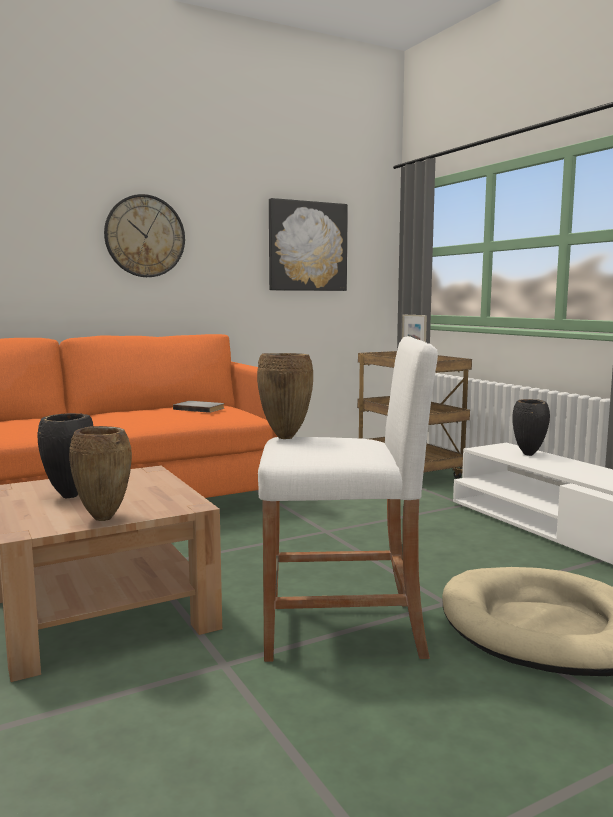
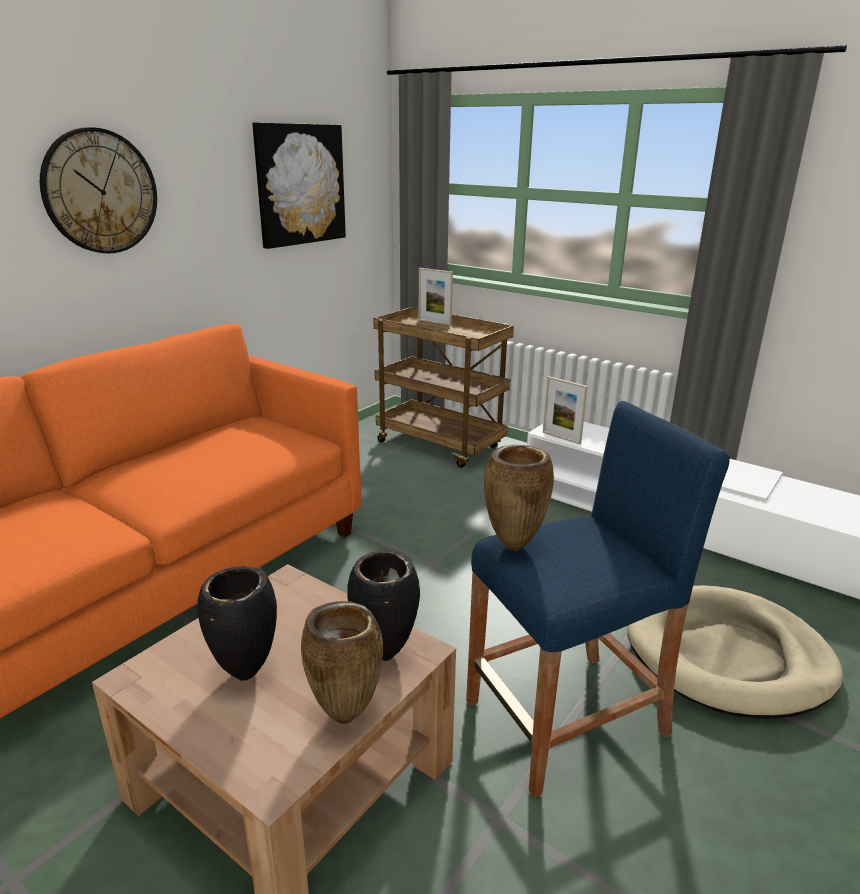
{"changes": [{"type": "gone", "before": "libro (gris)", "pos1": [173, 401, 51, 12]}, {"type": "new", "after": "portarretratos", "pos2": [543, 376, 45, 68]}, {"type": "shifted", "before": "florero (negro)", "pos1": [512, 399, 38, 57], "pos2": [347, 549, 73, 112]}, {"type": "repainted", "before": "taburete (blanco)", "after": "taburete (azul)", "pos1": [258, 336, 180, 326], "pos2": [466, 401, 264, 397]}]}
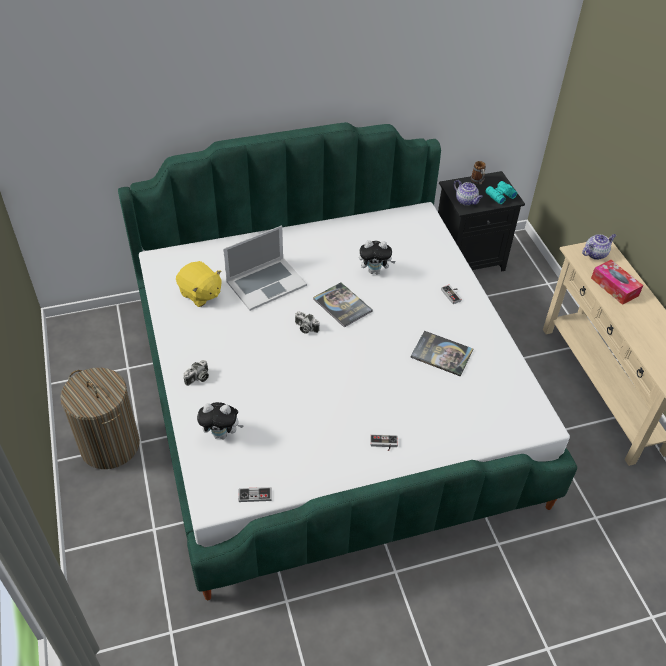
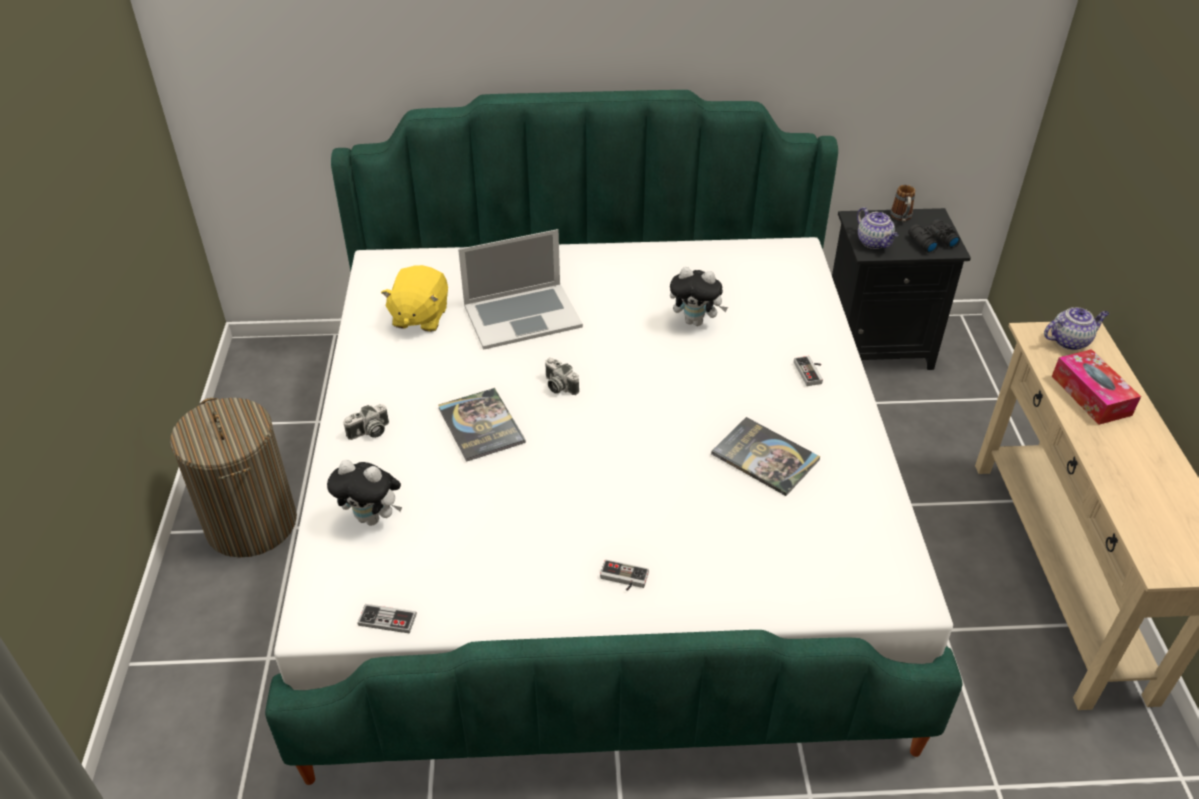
{"changes": [{"type": "shifted", "before": "libro", "pos1": [313, 282, 60, 46], "pos2": [438, 388, 88, 74]}, {"type": "repainted", "before": "prismáticos (turquesa)", "after": "prismáticos (negro)", "pos1": [485, 181, 32, 23], "pos2": [908, 219, 52, 34]}, {"type": "rotated", "before": "peluche (amarillo)", "pos1": [176, 261, 45, 46], "pos2": [381, 265, 67, 67], "turn": 45}]}
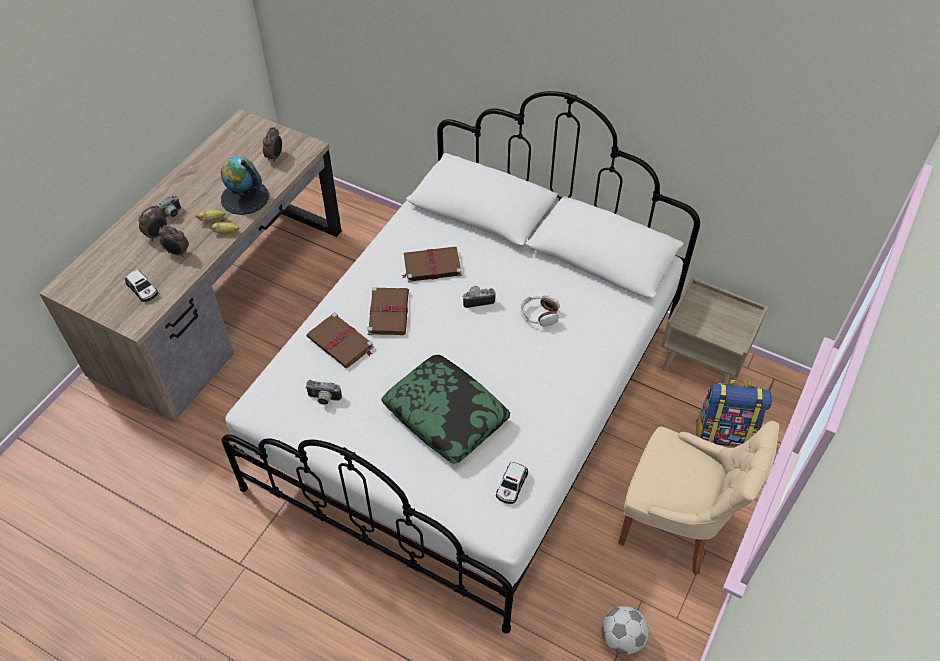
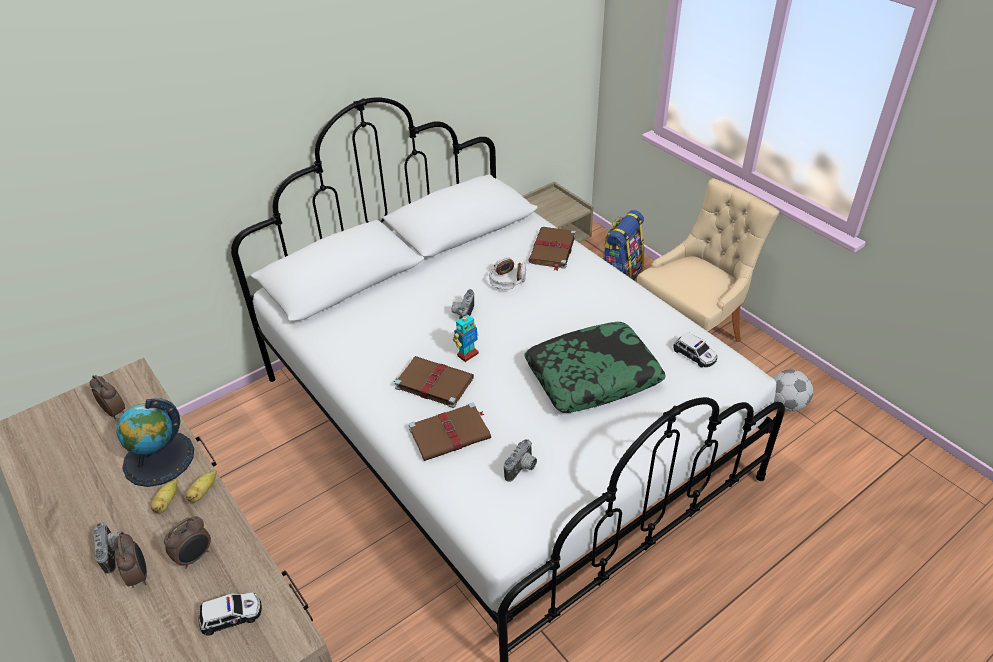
{"changes": [{"type": "new", "after": "robot de juguete", "pos2": [453, 314, 26, 48]}, {"type": "shifted", "before": "libro (marrón)", "pos1": [402, 247, 60, 35], "pos2": [528, 227, 48, 44]}]}
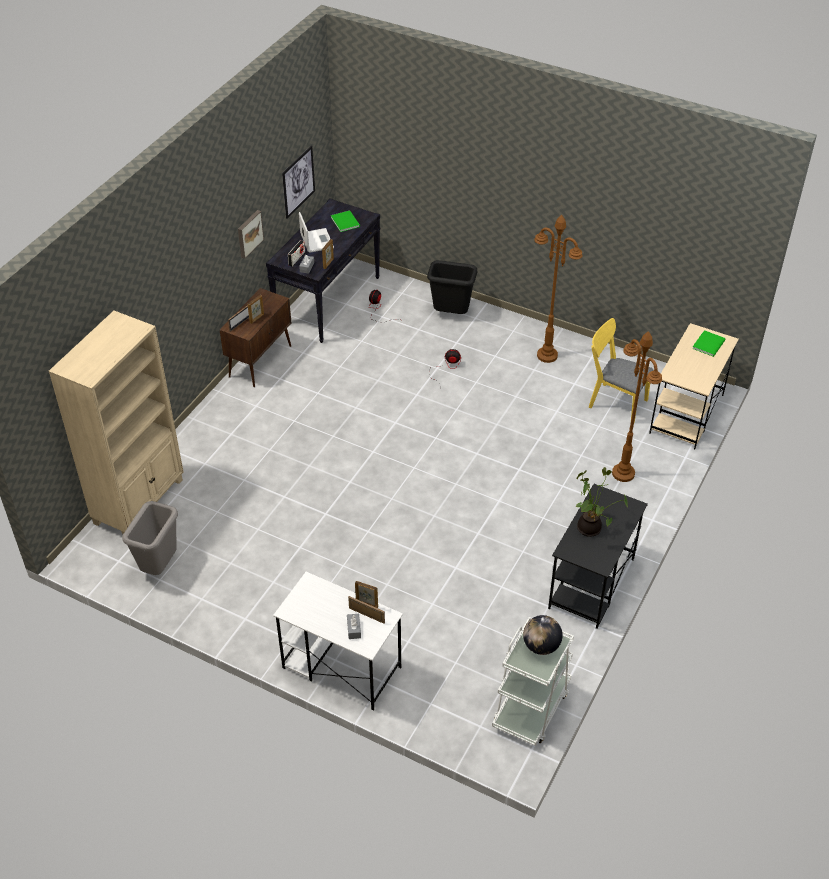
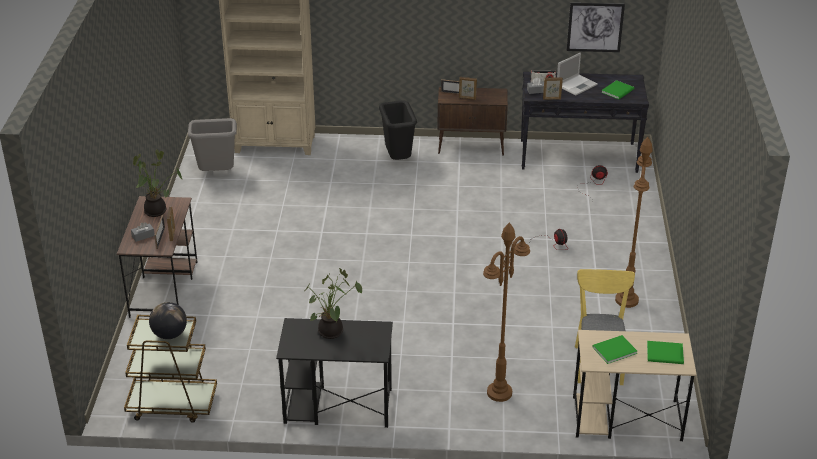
{"changes": [{"type": "gone", "before": "cuadro", "pos1": [238, 210, 26, 49]}, {"type": "new", "after": "planta en maceta", "pos2": [133, 149, 49, 68]}, {"type": "new", "after": "libro (verde)", "pos2": [592, 335, 45, 29]}, {"type": "shifted", "before": "papelera (negro)", "pos1": [427, 260, 50, 54], "pos2": [379, 100, 38, 60]}, {"type": "repainted", "before": "escritorio (blanco)", "after": "escritorio (marrón)", "pos1": [273, 572, 130, 139], "pos2": [117, 196, 81, 122]}, {"type": "repainted", "before": "carrito (blanco)", "after": "carrito (marrón)", "pos1": [492, 617, 82, 129], "pos2": [124, 315, 93, 108]}]}
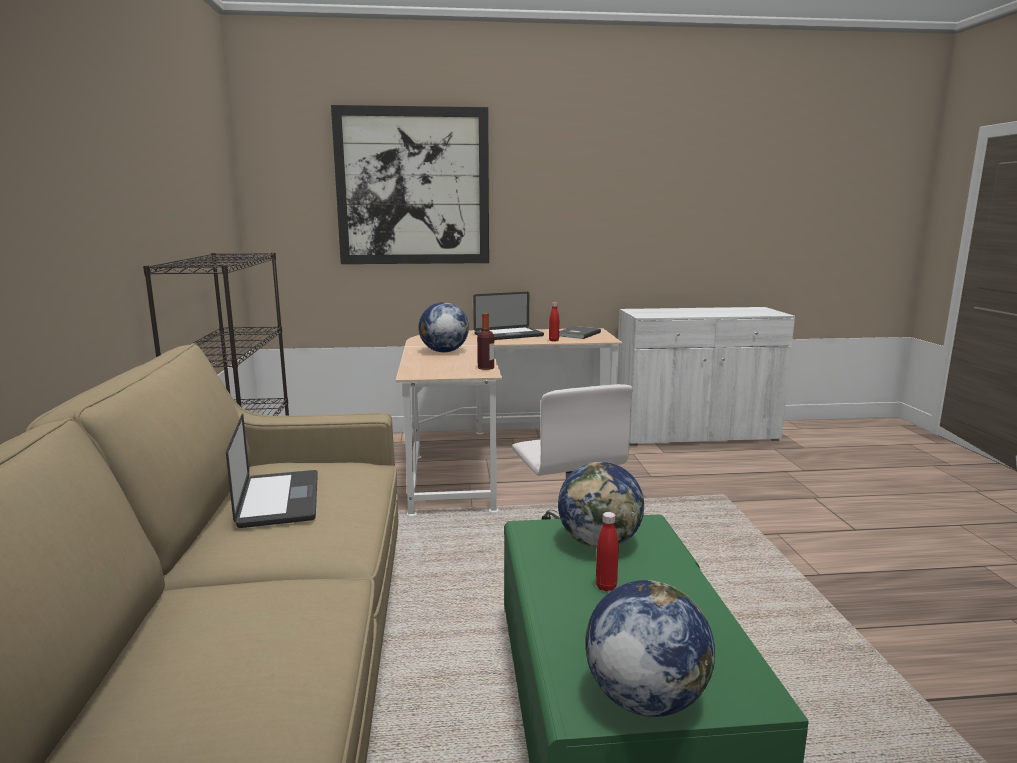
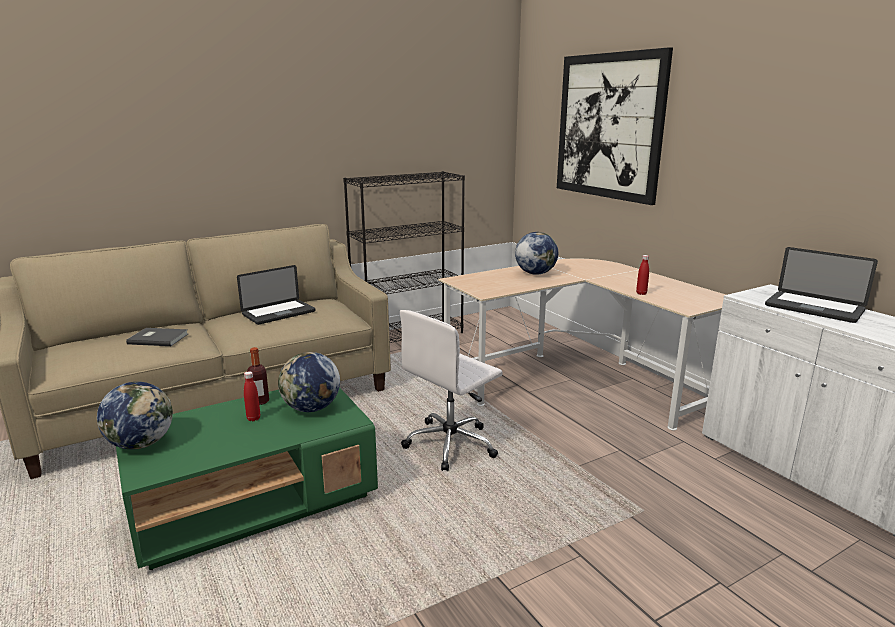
{"changes": [{"type": "shifted", "before": "portátil", "pos1": [473, 292, 71, 48], "pos2": [765, 247, 113, 76]}, {"type": "shifted", "before": "botella", "pos1": [477, 313, 17, 57], "pos2": [247, 347, 22, 58]}, {"type": "shifted", "before": "libro (gris)", "pos1": [559, 326, 42, 13], "pos2": [126, 328, 62, 18]}]}
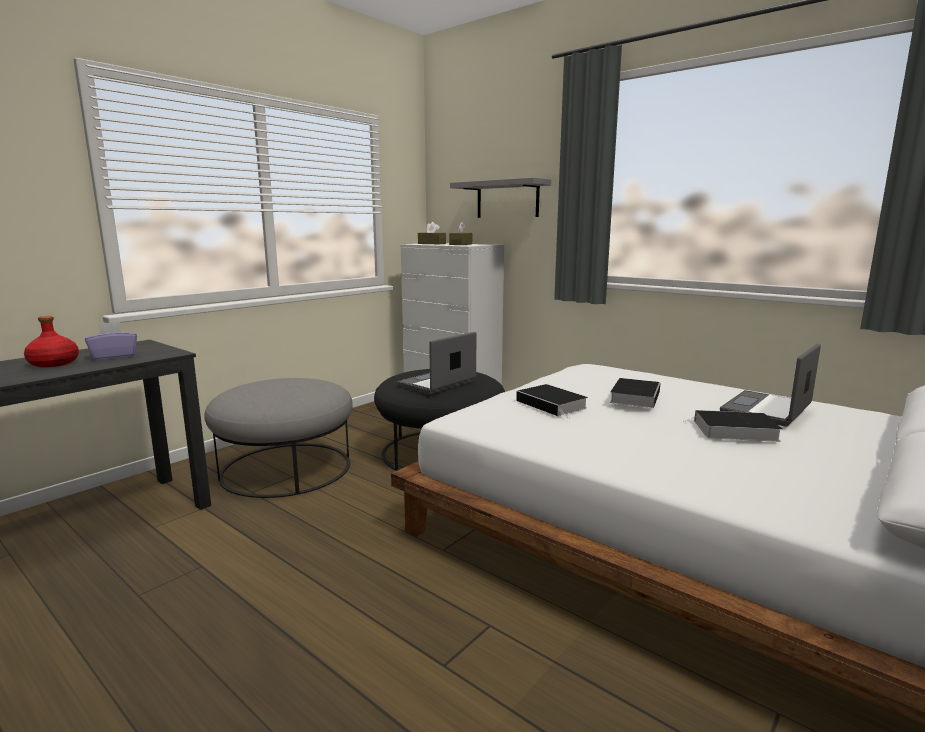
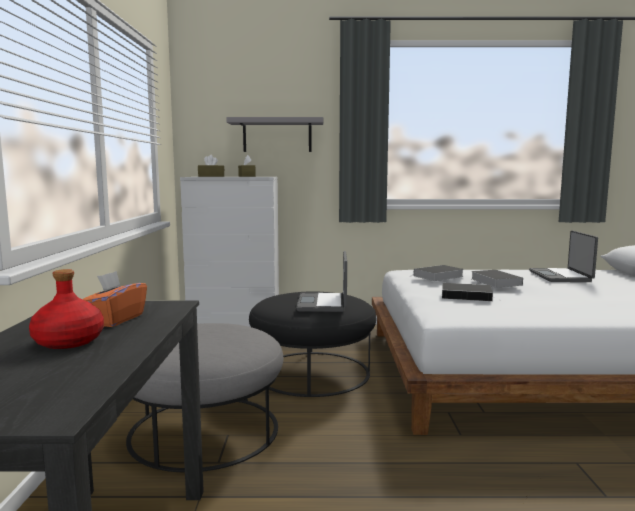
{"changes": [{"type": "shifted", "before": "libro", "pos1": [683, 410, 99, 32], "pos2": [410, 265, 54, 16]}, {"type": "repainted", "before": "caja de pañuelos (morado)", "after": "caja de pañuelos (naranja)", "pos1": [85, 322, 52, 38], "pos2": [83, 271, 64, 56]}]}
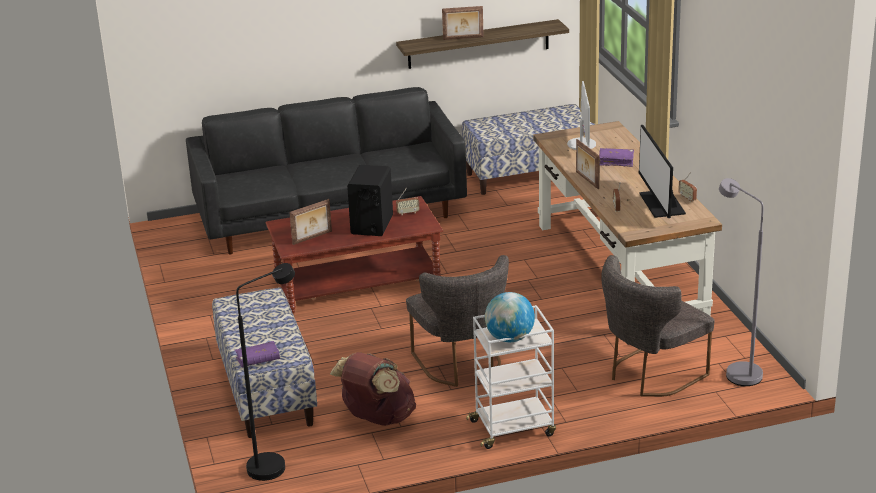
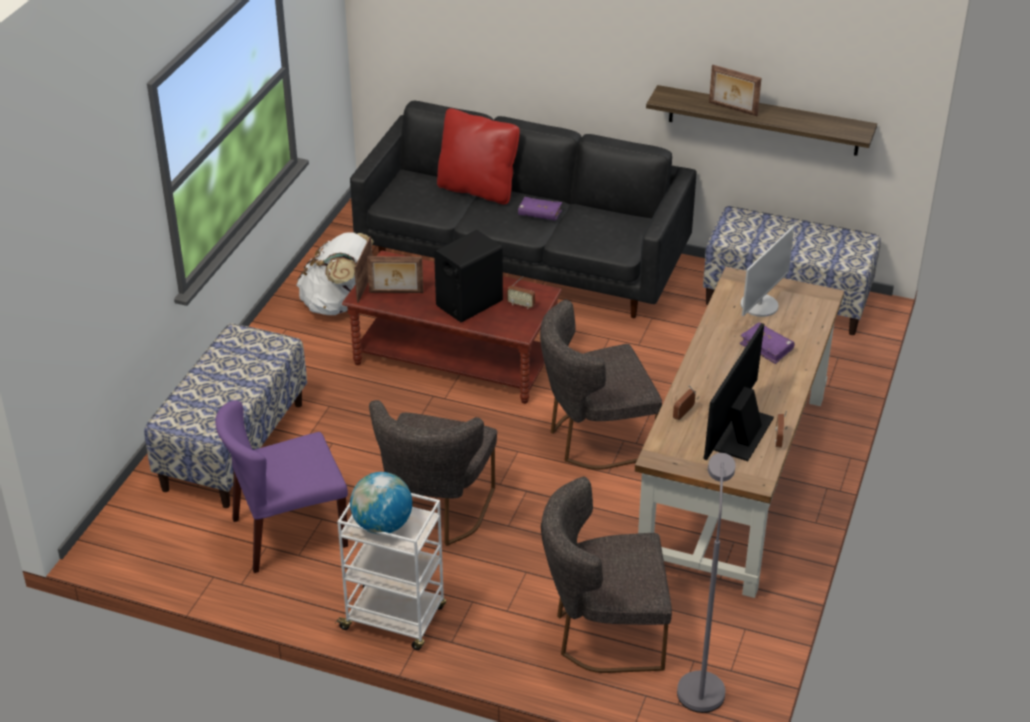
{"changes": [{"type": "gone", "before": "lámpara de pie (negro)", "pos1": [236, 263, 59, 218]}, {"type": "new", "after": "mochila (blanco)", "pos2": [296, 232, 78, 83]}, {"type": "new", "after": "cojín (rojo)", "pos2": [437, 108, 83, 96]}, {"type": "new", "after": "silla (gris)", "pos2": [540, 300, 122, 170]}, {"type": "shifted", "before": "libro (morado)", "pos1": [235, 341, 45, 26], "pos2": [518, 197, 44, 24]}, {"type": "shifted", "before": "portarretratos", "pos1": [576, 139, 24, 50], "pos2": [354, 236, 18, 67]}, {"type": "swapped", "before": "mochila (marrón)", "after": "silla (morado)", "pos1": [330, 352, 86, 74], "pos2": [215, 400, 133, 173]}]}
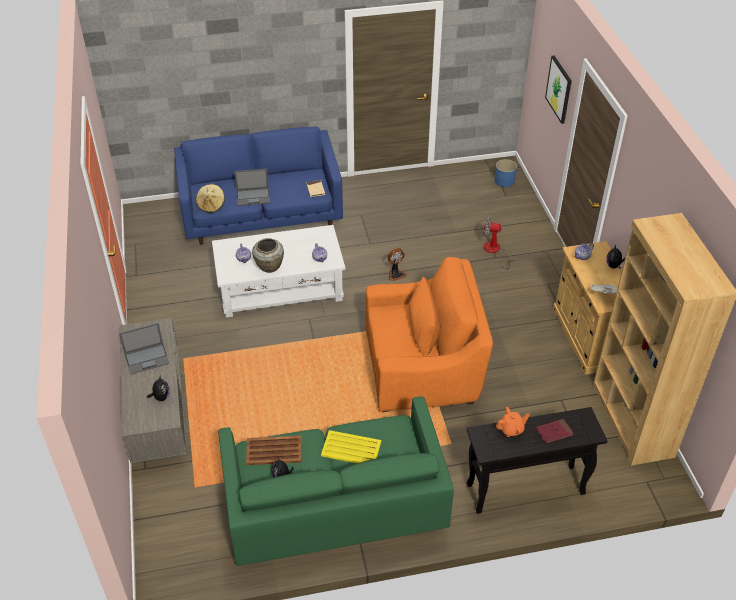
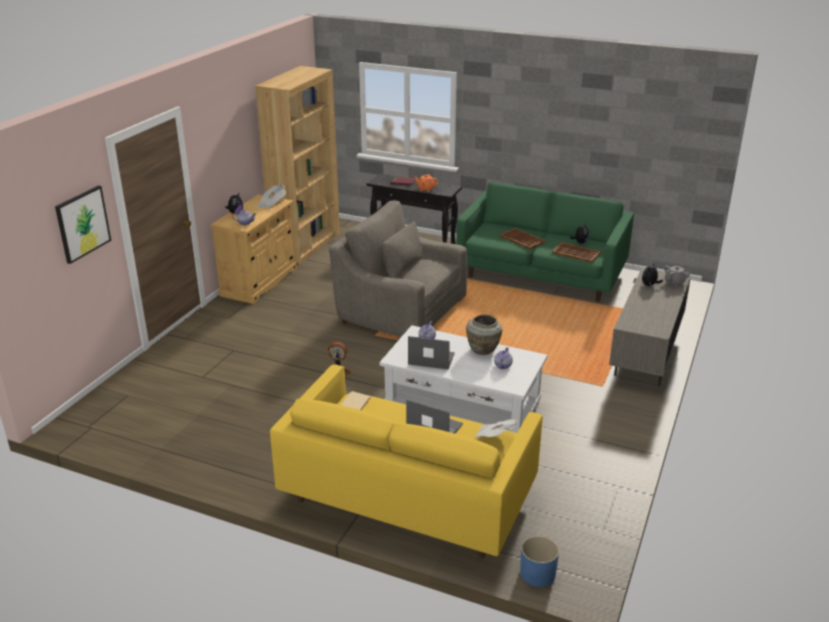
{"changes": [{"type": "gone", "before": "ventilador", "pos1": [483, 216, 32, 53]}, {"type": "new", "after": "tetera (gris)", "pos2": [664, 265, 26, 22]}, {"type": "shifted", "before": "portátil", "pos1": [119, 323, 51, 52], "pos2": [408, 336, 47, 34]}, {"type": "shifted", "before": "maceta (azul)", "pos1": [494, 159, 23, 28], "pos2": [520, 536, 39, 51]}, {"type": "swapped", "before": "sombrero (beis)", "after": "periódico", "pos1": [196, 183, 29, 30], "pos2": [474, 420, 43, 17]}, {"type": "repainted", "before": "sofá (azul)", "after": "sofá (amarillo)", "pos1": [174, 127, 169, 118], "pos2": [270, 364, 273, 194]}, {"type": "repainted", "before": "bandeja (amarillo)", "after": "bandeja (marrón)", "pos1": [321, 430, 60, 33], "pos2": [499, 228, 47, 21]}, {"type": "repainted", "before": "sillón (naranja)", "after": "sillón (gris)", "pos1": [365, 257, 128, 155], "pos2": [329, 201, 138, 136]}]}
